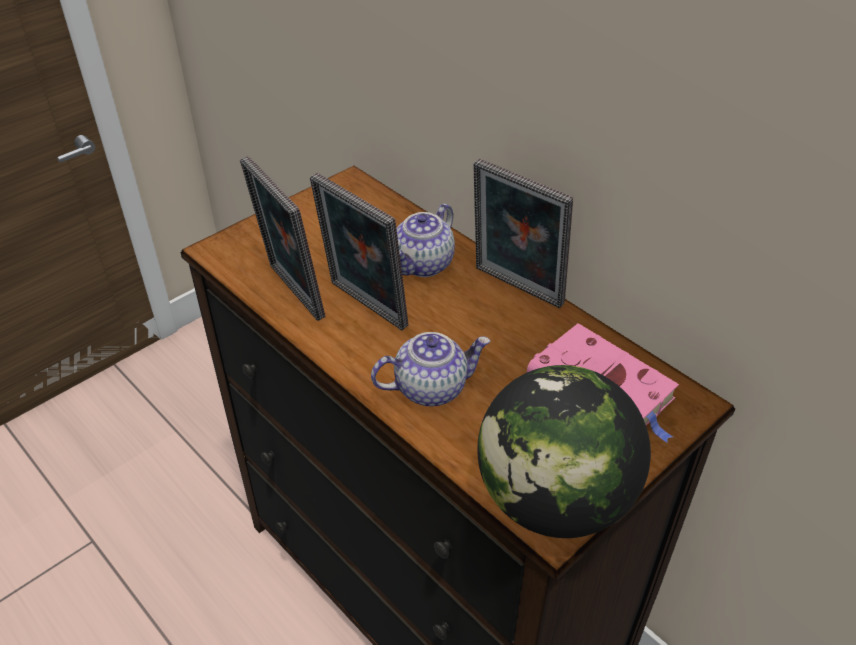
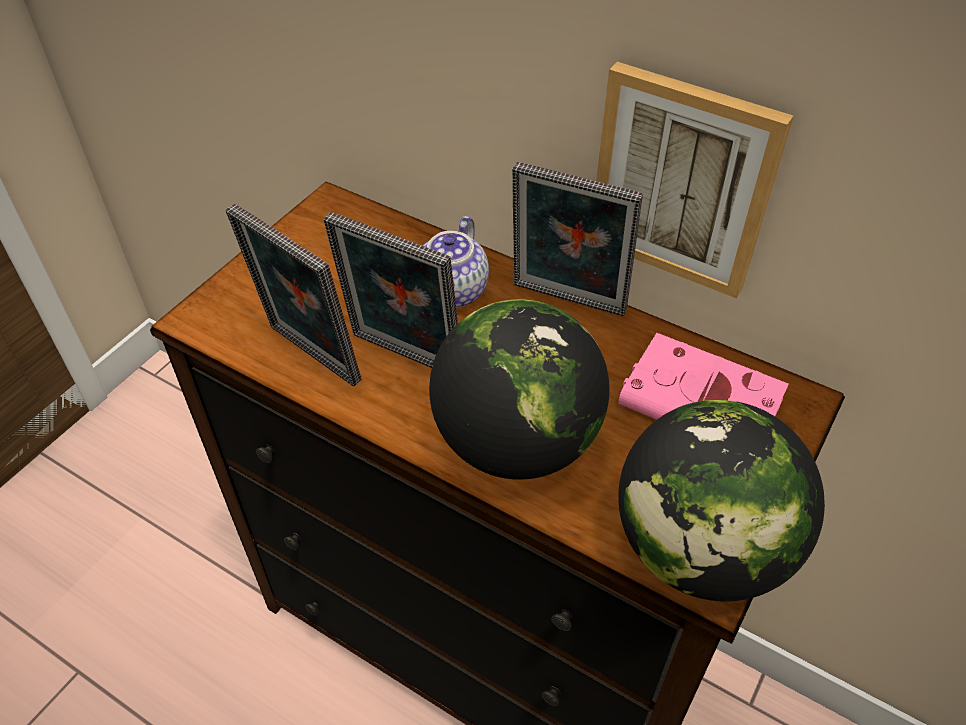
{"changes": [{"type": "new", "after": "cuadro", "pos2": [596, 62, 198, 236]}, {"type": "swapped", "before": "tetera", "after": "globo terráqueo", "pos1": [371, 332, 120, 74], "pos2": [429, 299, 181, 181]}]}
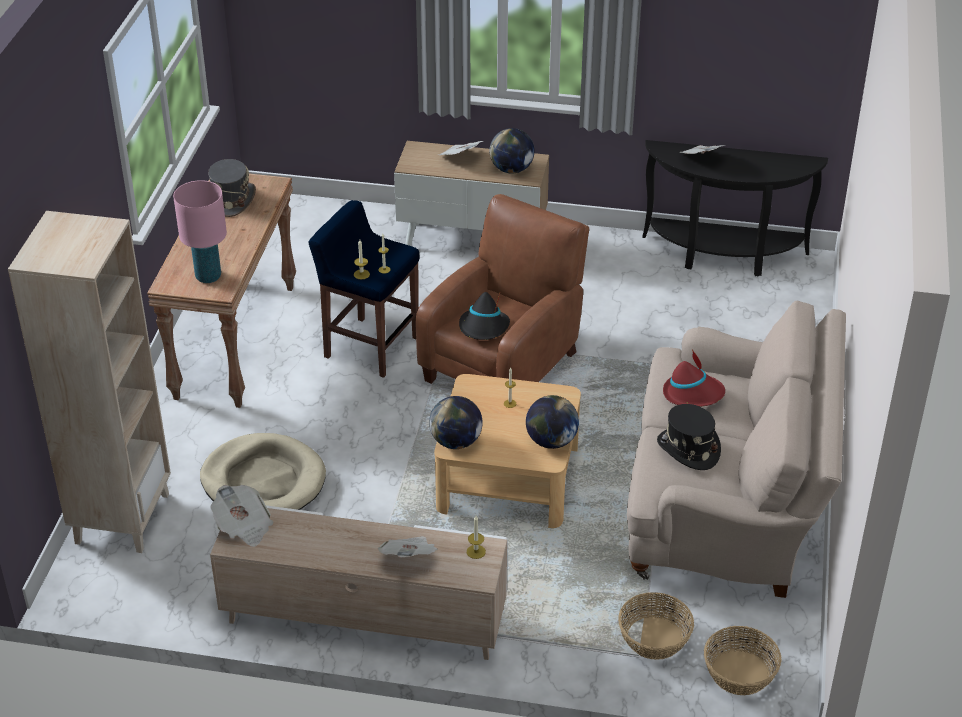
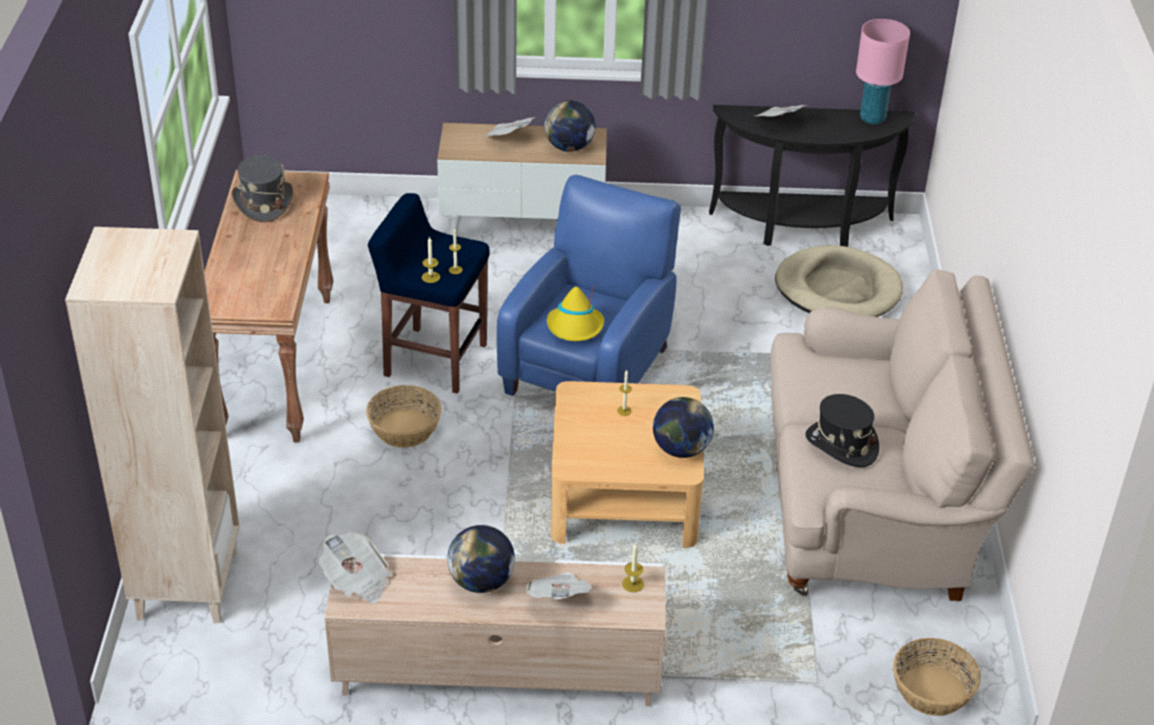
{"changes": [{"type": "gone", "before": "sombrero (rojo)", "pos1": [663, 349, 62, 58]}, {"type": "shifted", "before": "lámpara de mesa (rosa)", "pos1": [173, 180, 54, 103], "pos2": [856, 19, 54, 105]}, {"type": "shifted", "before": "cama para perro (beis)", "pos1": [200, 433, 126, 77], "pos2": [775, 245, 128, 72]}, {"type": "shifted", "before": "globo terráqueo", "pos1": [429, 396, 54, 53], "pos2": [447, 525, 68, 68]}, {"type": "shifted", "before": "cesta", "pos1": [618, 592, 76, 68], "pos2": [366, 385, 75, 63]}, {"type": "repainted", "before": "sillón (marrón)", "after": "sillón (azul)", "pos1": [416, 194, 173, 190], "pos2": [497, 175, 184, 221]}, {"type": "repainted", "before": "sombrero (negro)", "after": "sombrero (amarillo)", "pos1": [459, 292, 51, 48], "pos2": [547, 285, 57, 56]}]}
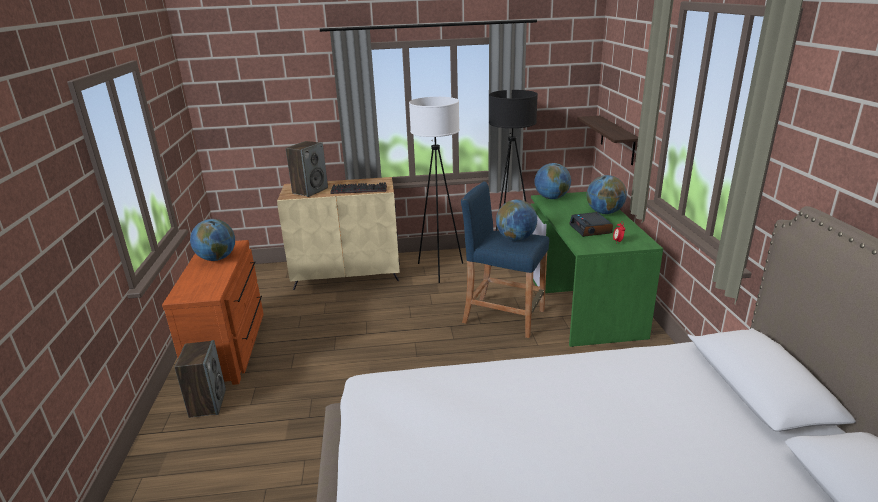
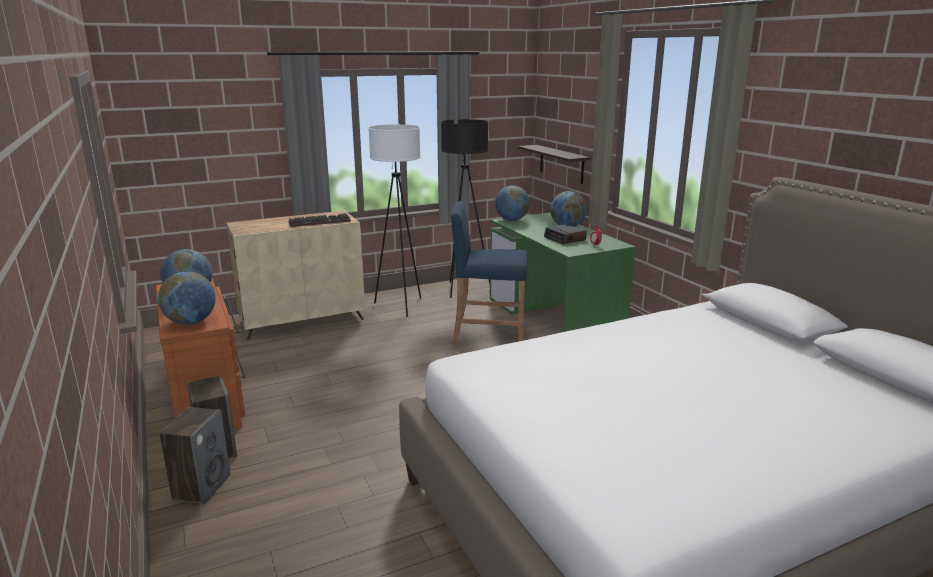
{"changes": [{"type": "shifted", "before": "altavoz", "pos1": [286, 141, 42, 56], "pos2": [159, 407, 71, 98]}, {"type": "shifted", "before": "globo terráqueo", "pos1": [496, 199, 41, 42], "pos2": [158, 271, 58, 54]}]}
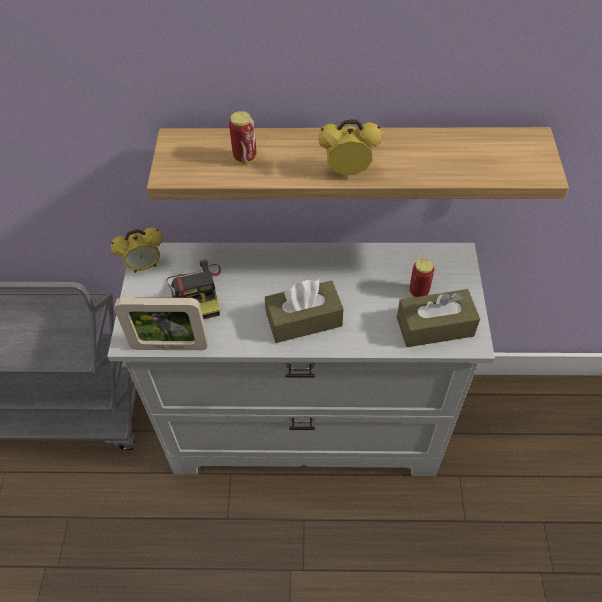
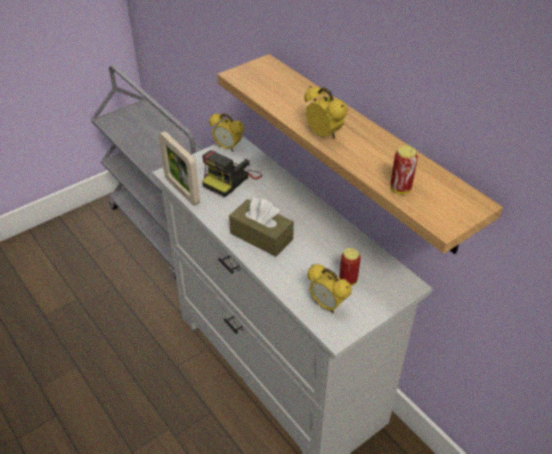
{"changes": [{"type": "shifted", "before": "lata", "pos1": [229, 111, 28, 53], "pos2": [390, 146, 28, 48]}, {"type": "swapped", "before": "caja de pañuelos (marrón)", "after": "despertador", "pos1": [397, 289, 83, 58], "pos2": [307, 264, 45, 49]}]}
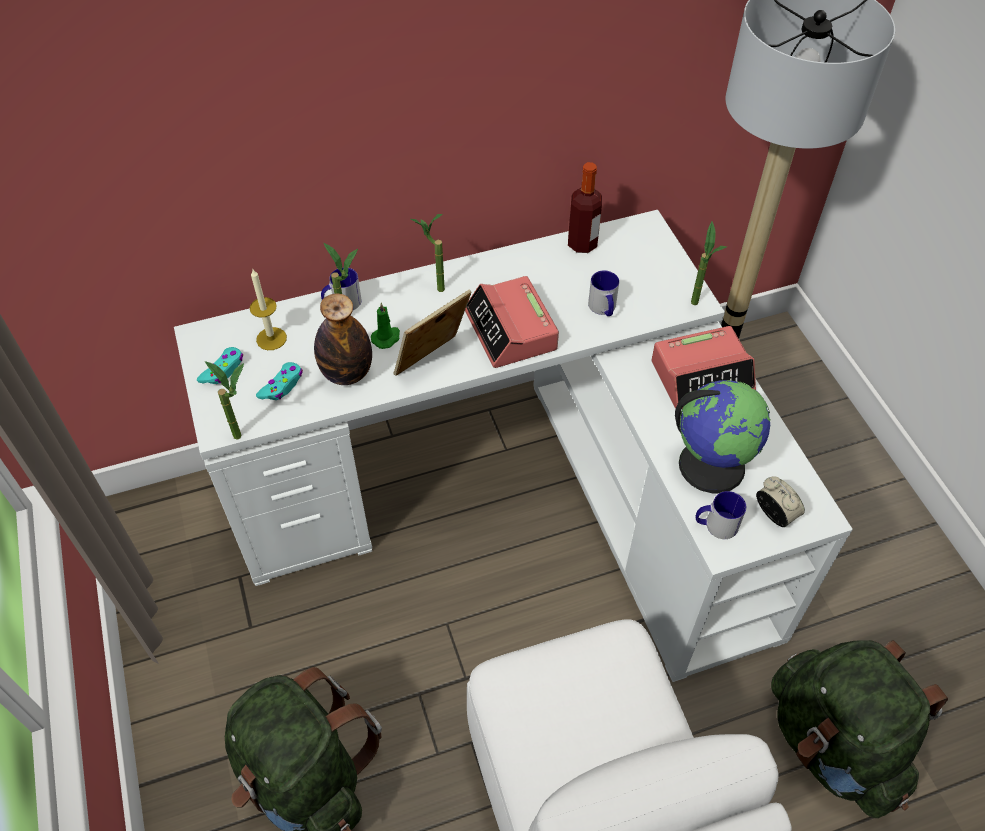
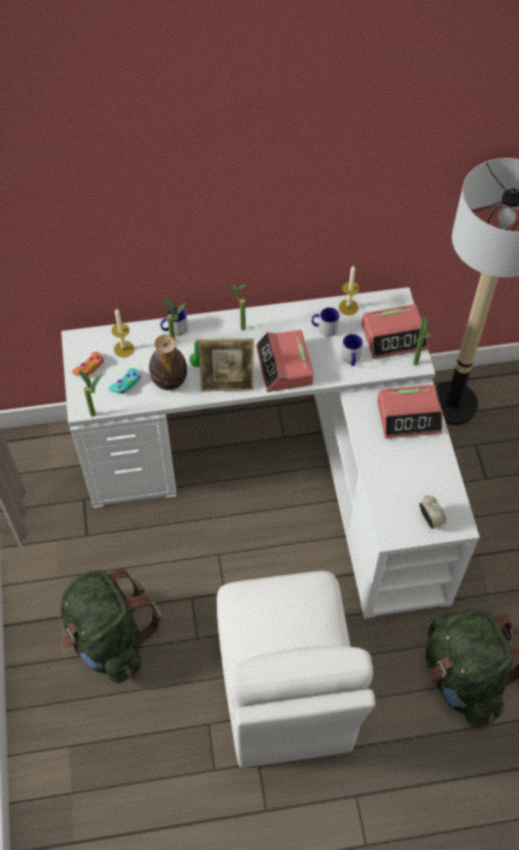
{"changes": [{"type": "gone", "before": "globo terráqueo", "pos1": [675, 380, 96, 113]}, {"type": "new", "after": "despertador", "pos2": [362, 304, 66, 55]}, {"type": "shifted", "before": "taza grande", "pos1": [696, 491, 50, 48], "pos2": [312, 307, 28, 30]}, {"type": "swapped", "before": "botella", "after": "vela", "pos1": [568, 162, 34, 91], "pos2": [339, 265, 20, 50]}, {"type": "repainted", "before": "mando de consola (turquesa)", "after": "mando de consola (naranja)", "pos1": [197, 347, 46, 37], "pos2": [72, 352, 32, 24]}, {"type": "rotated", "before": "portarretratos", "pos1": [394, 289, 78, 87], "pos2": [199, 338, 55, 54], "turn": -150}]}
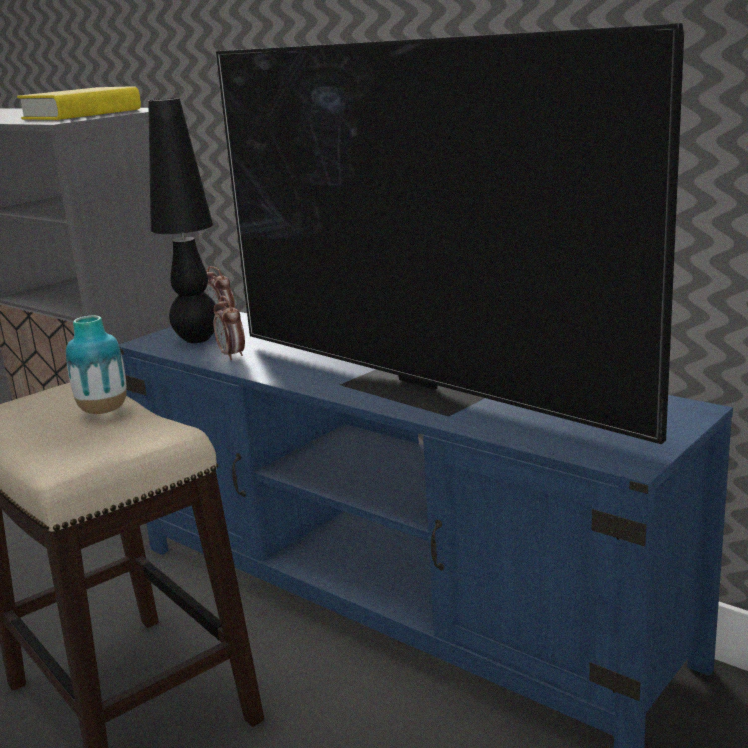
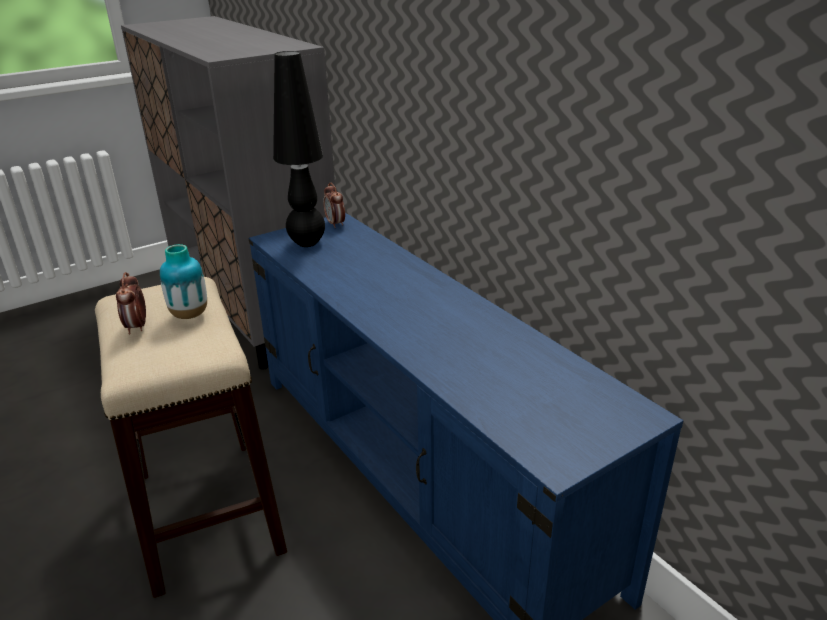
{"changes": [{"type": "gone", "before": "libro (amarillo)", "pos1": [17, 86, 124, 34]}, {"type": "gone", "before": "televisor", "pos1": [216, 23, 468, 421]}, {"type": "shifted", "before": "despertador", "pos1": [213, 296, 32, 64], "pos2": [116, 272, 30, 62]}]}
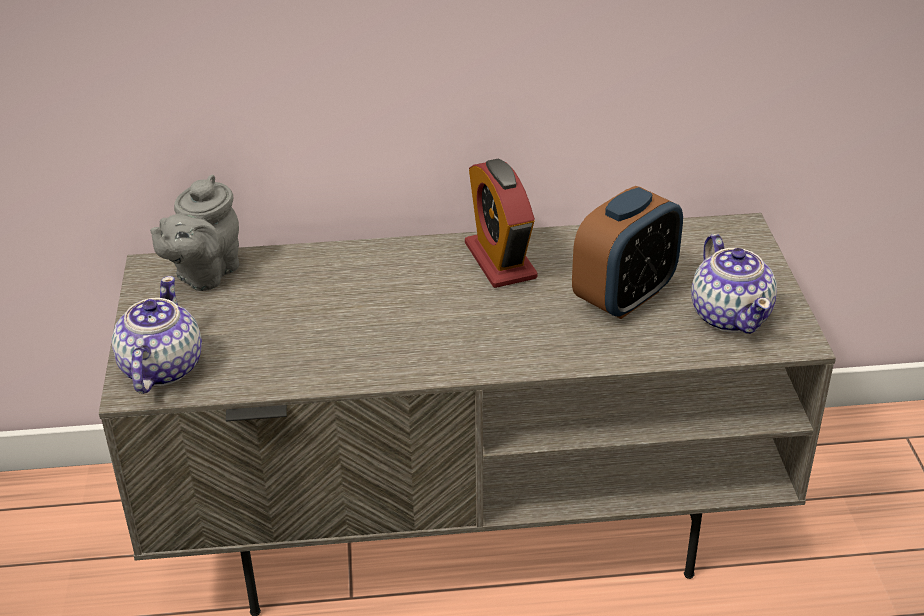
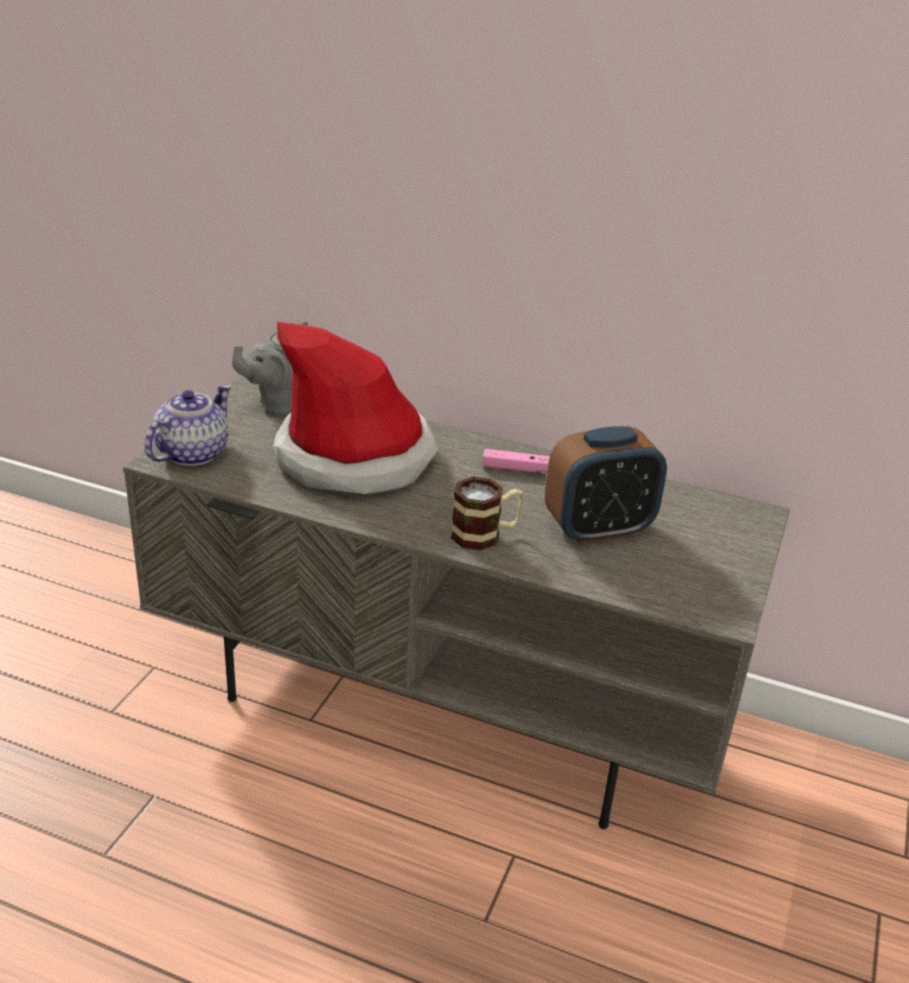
{"changes": [{"type": "gone", "before": "tetera", "pos1": [691, 234, 86, 100]}, {"type": "new", "after": "sombrero", "pos2": [273, 322, 165, 172]}, {"type": "new", "after": "taza grande", "pos2": [451, 477, 73, 74]}, {"type": "swapped", "before": "despertador", "after": "mando de consola (rosa)", "pos1": [465, 159, 73, 129], "pos2": [483, 449, 67, 24]}]}
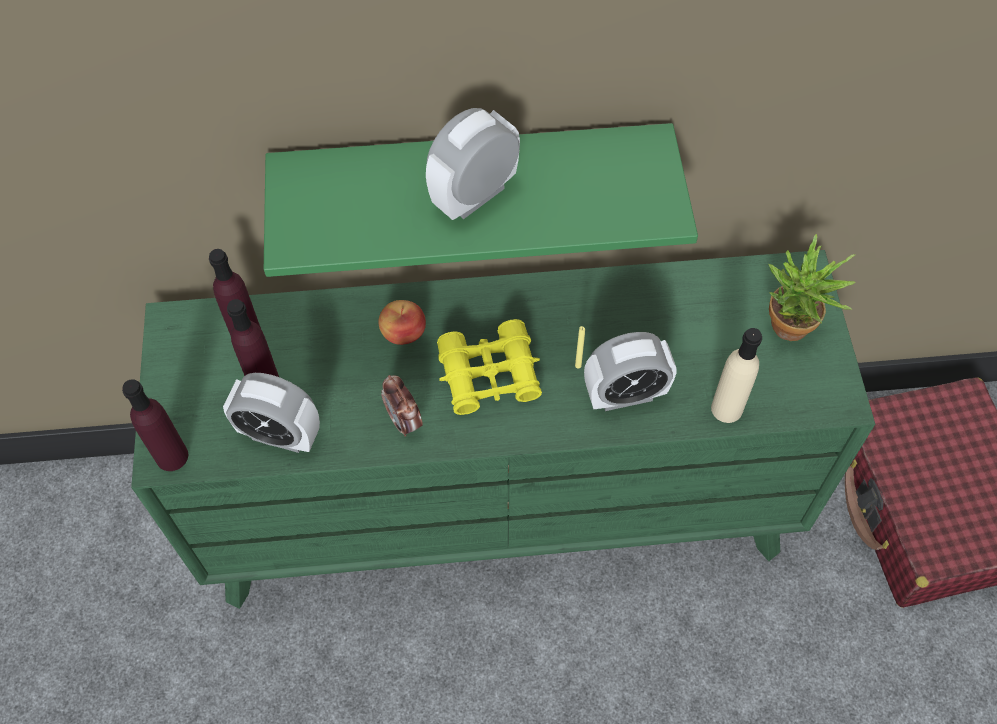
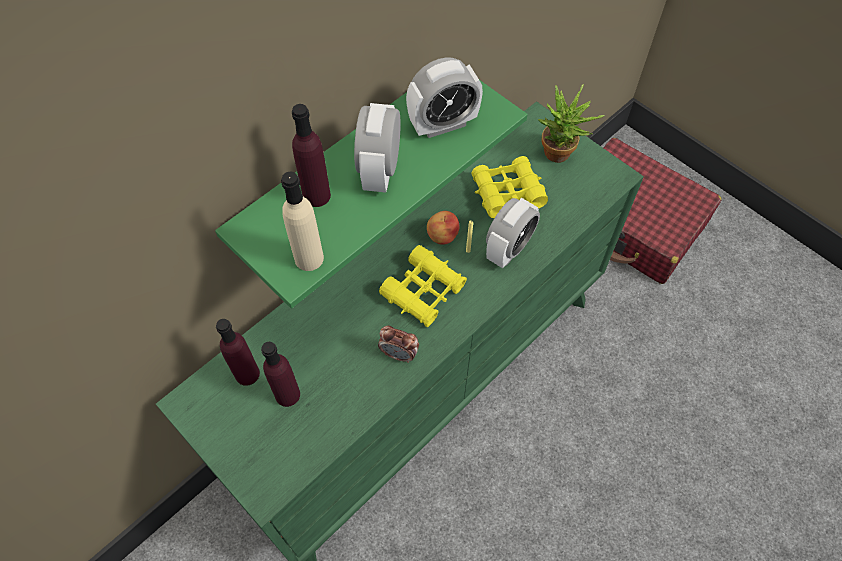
{"changes": [{"type": "new", "after": "prismáticos (amarillo)", "pos2": [471, 156, 77, 62]}, {"type": "shifted", "before": "botella (morado)", "pos1": [122, 379, 66, 92], "pos2": [292, 104, 39, 103]}, {"type": "shifted", "before": "despertador", "pos1": [223, 373, 97, 80], "pos2": [406, 57, 77, 81]}, {"type": "shifted", "before": "manzana", "pos1": [378, 300, 48, 45], "pos2": [427, 211, 33, 34]}, {"type": "shifted", "before": "botella (beis)", "pos1": [711, 328, 51, 95], "pos2": [281, 172, 43, 99]}]}
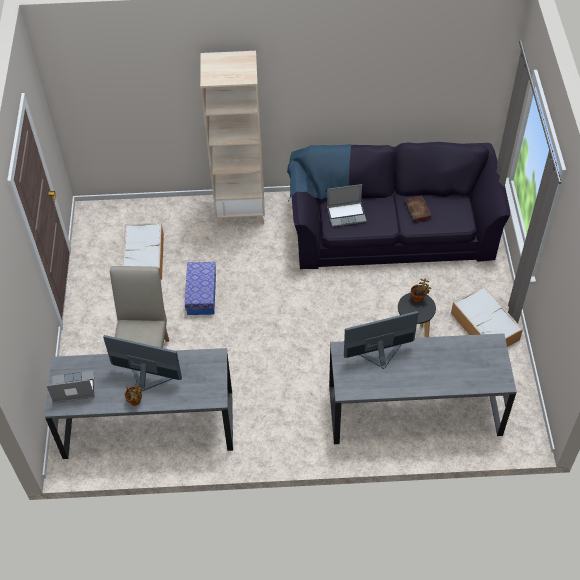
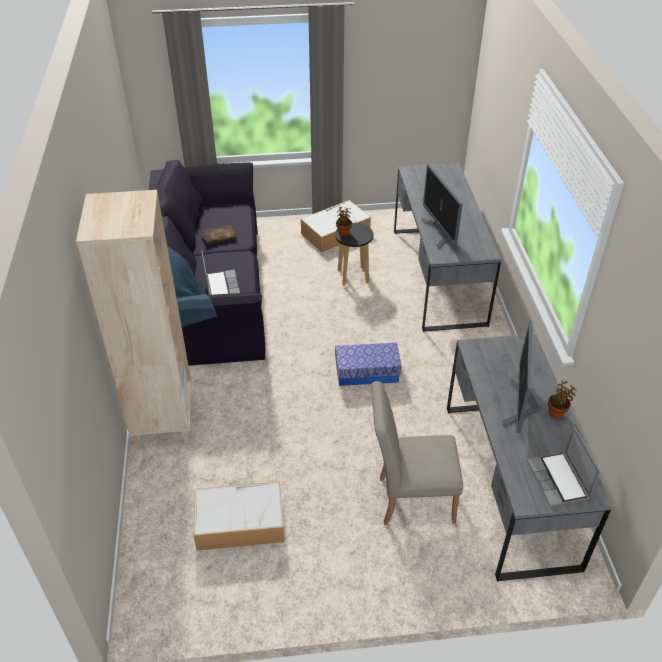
{"changes": [{"type": "shifted", "before": "caja de almacenaje", "pos1": [185, 262, 31, 53], "pos2": [335, 342, 67, 44]}]}
